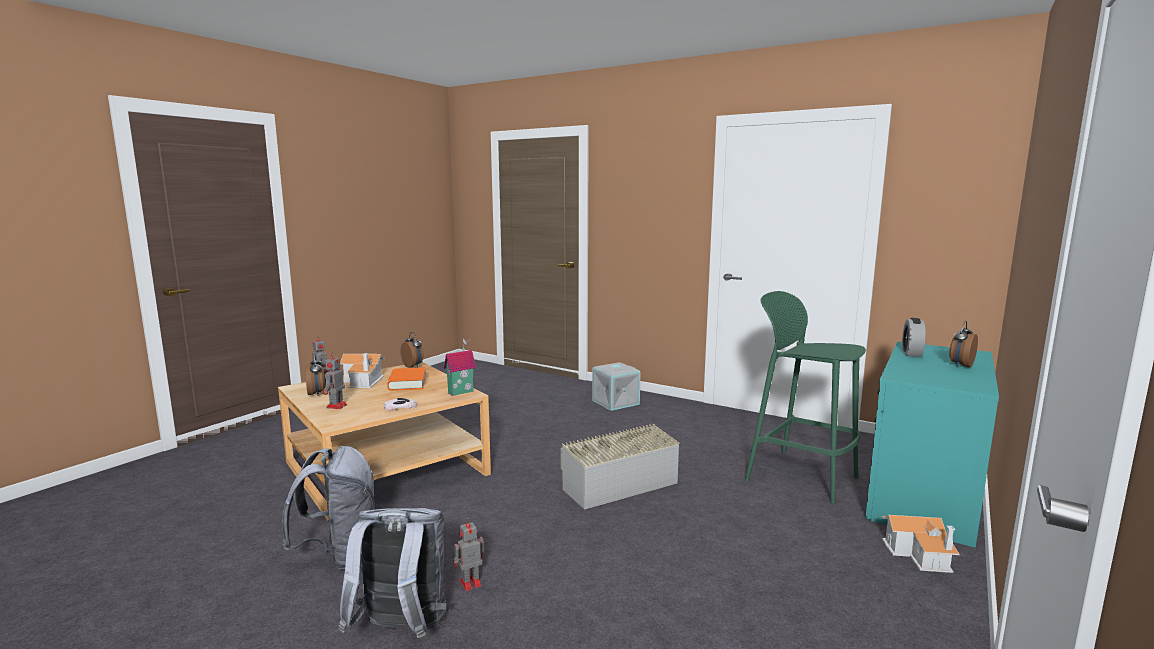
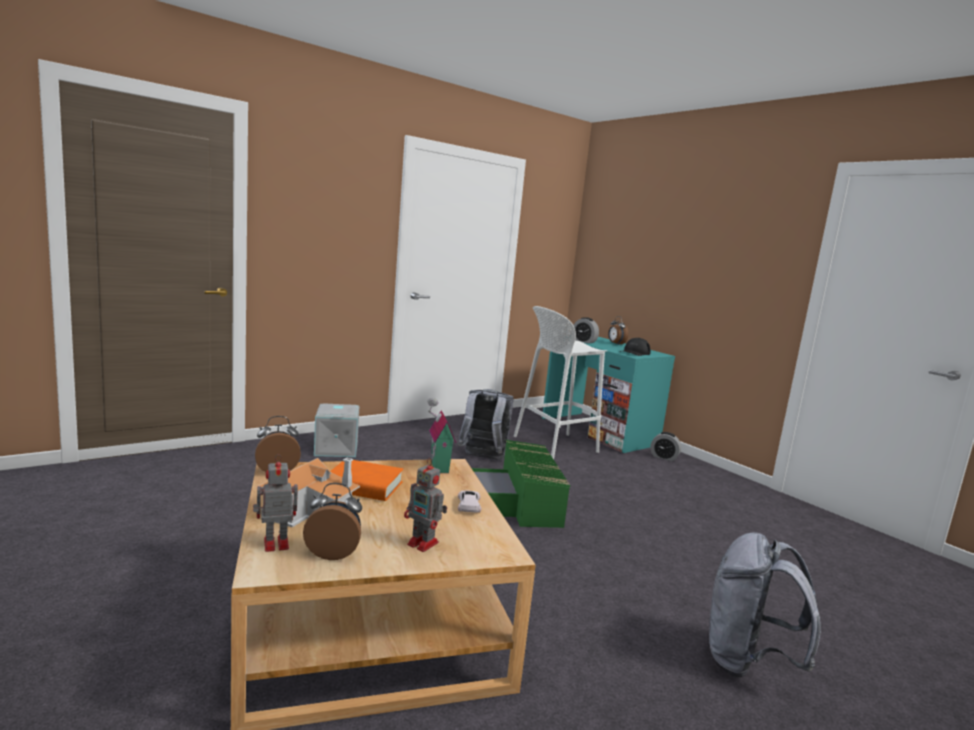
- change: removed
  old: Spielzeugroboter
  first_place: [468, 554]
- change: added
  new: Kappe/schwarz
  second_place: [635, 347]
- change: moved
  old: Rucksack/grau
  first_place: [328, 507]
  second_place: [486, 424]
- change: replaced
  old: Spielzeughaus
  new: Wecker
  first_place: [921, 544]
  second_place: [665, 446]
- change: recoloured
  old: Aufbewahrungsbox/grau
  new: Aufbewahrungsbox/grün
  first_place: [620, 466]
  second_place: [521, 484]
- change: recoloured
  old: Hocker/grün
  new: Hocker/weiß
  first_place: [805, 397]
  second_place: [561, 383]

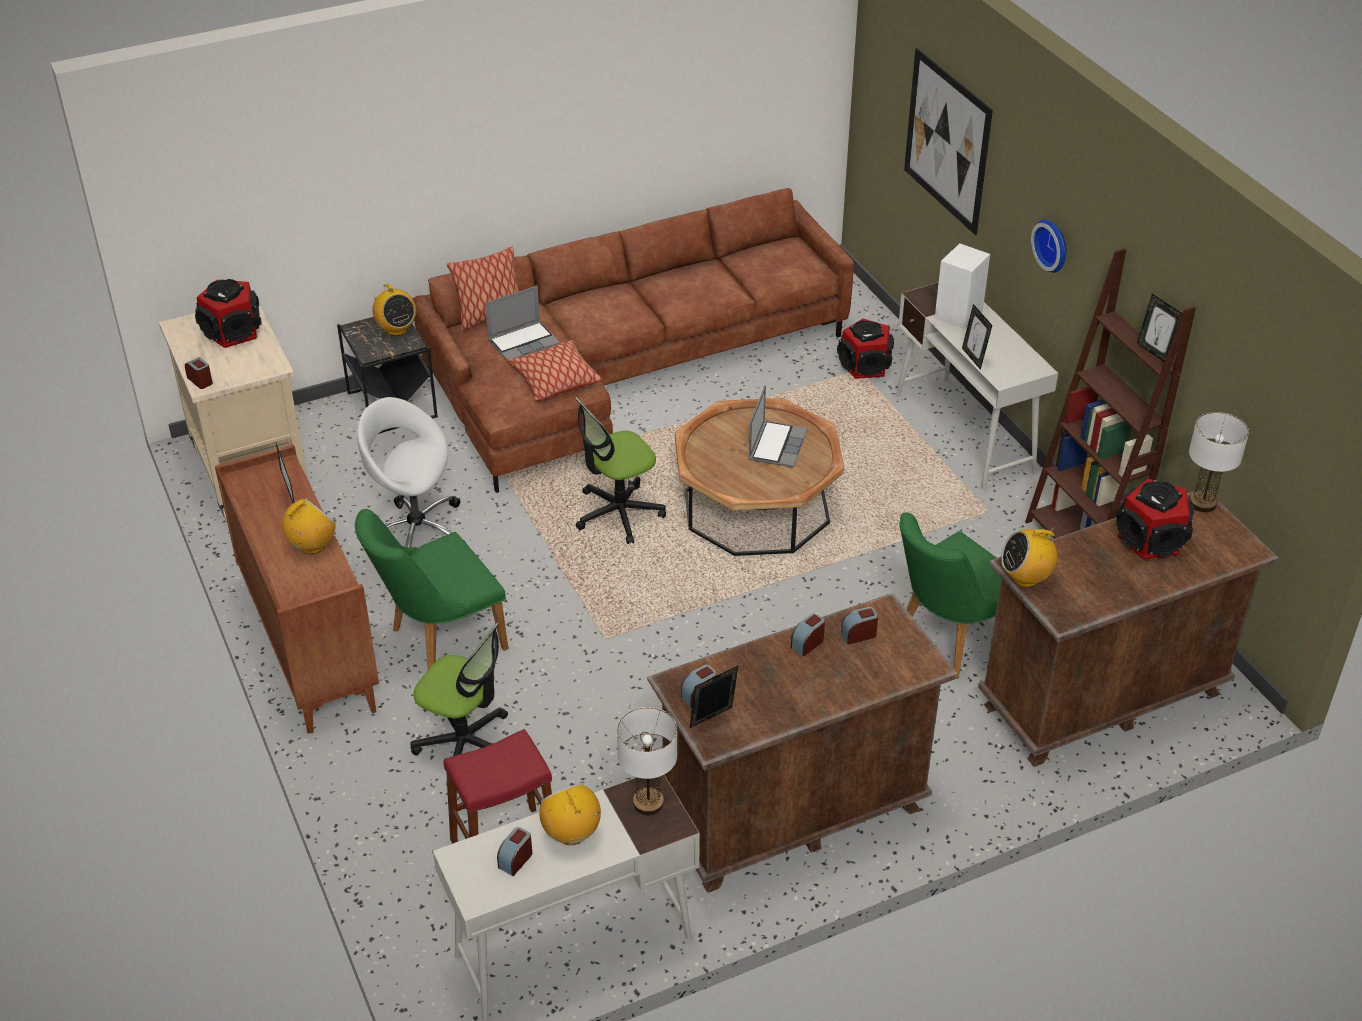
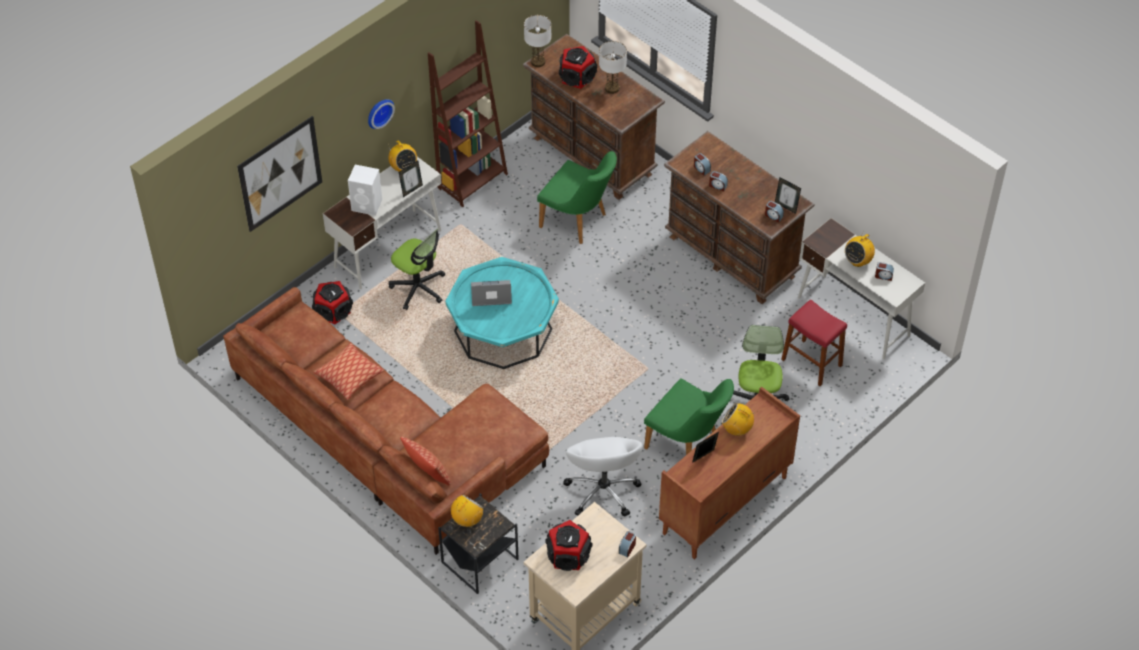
- change: removed
  old: Laptop
  first_place: [522, 323]
- change: removed
  old: Bilderrahmen
  first_place: [1160, 328]
- change: moved
  old: Kissen
  first_place: [555, 370]
  second_place: [349, 371]
- change: moved
  old: Bürostuhl
  first_place: [620, 470]
  second_place: [417, 269]
- change: moved
  old: Tischlampe
  first_place: [647, 761]
  second_place: [613, 67]
- change: moved
  old: Radio
  first_place: [1029, 556]
  second_place: [402, 156]
- change: recoloured
  old: Couchtisch/braun
  new: Couchtisch/türkis
  first_place: [759, 477]
  second_place: [502, 313]

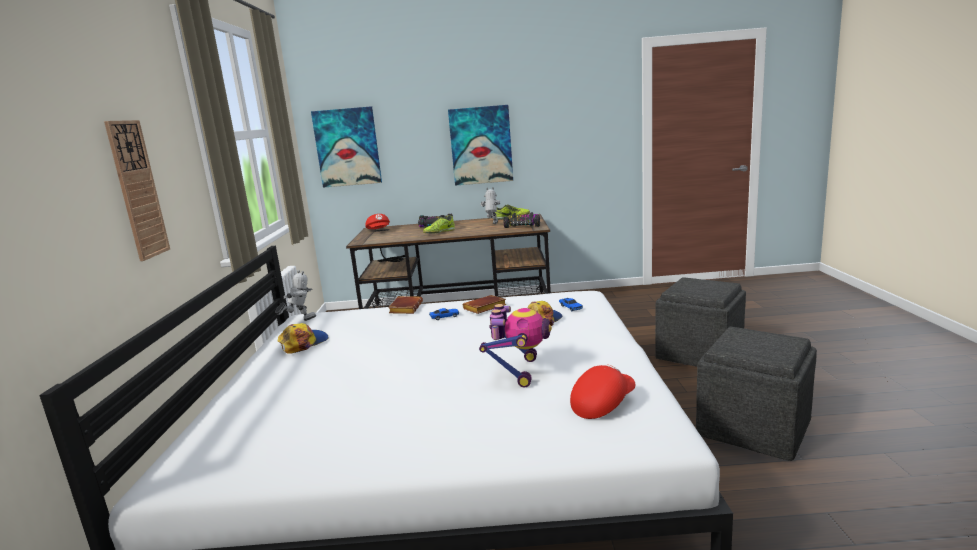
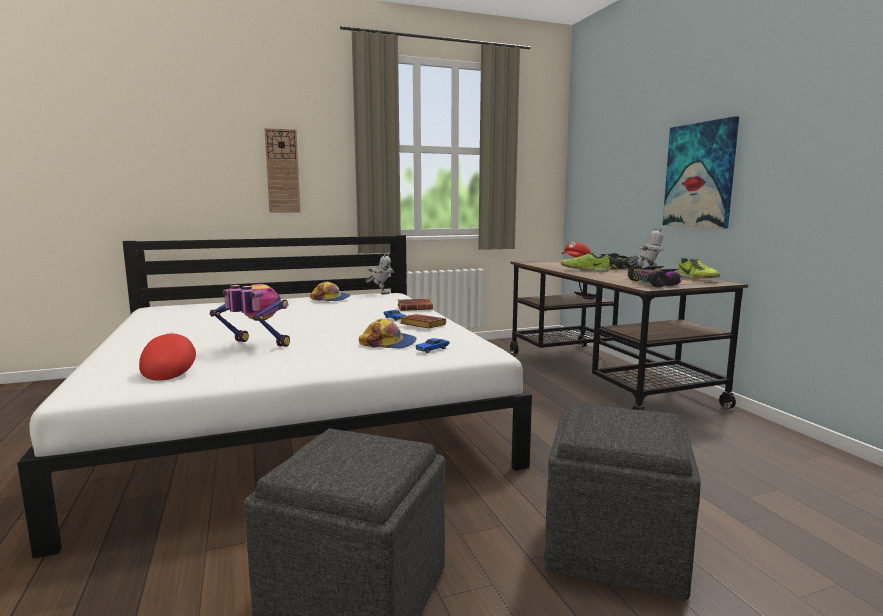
- change: removed
  old: Bild
  first_place: [346, 147]
- change: turned
  old: Spielzeugroboter
  first_place: [515, 346]
  second_place: [250, 315]
  degrees: -150
- change: turned
  old: Kappe/rot
  first_place: [602, 391]
  second_place: [167, 357]
  degrees: -135

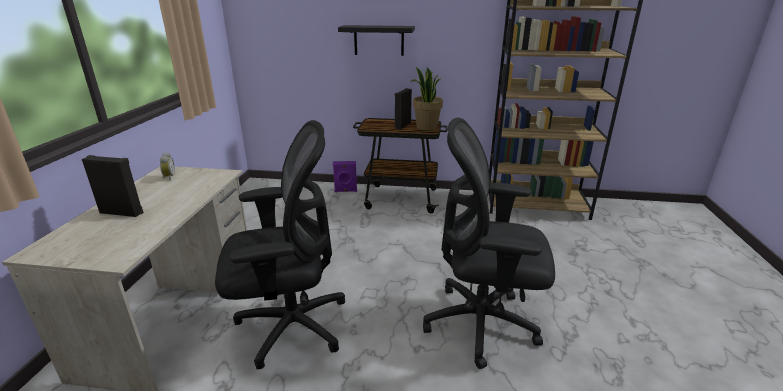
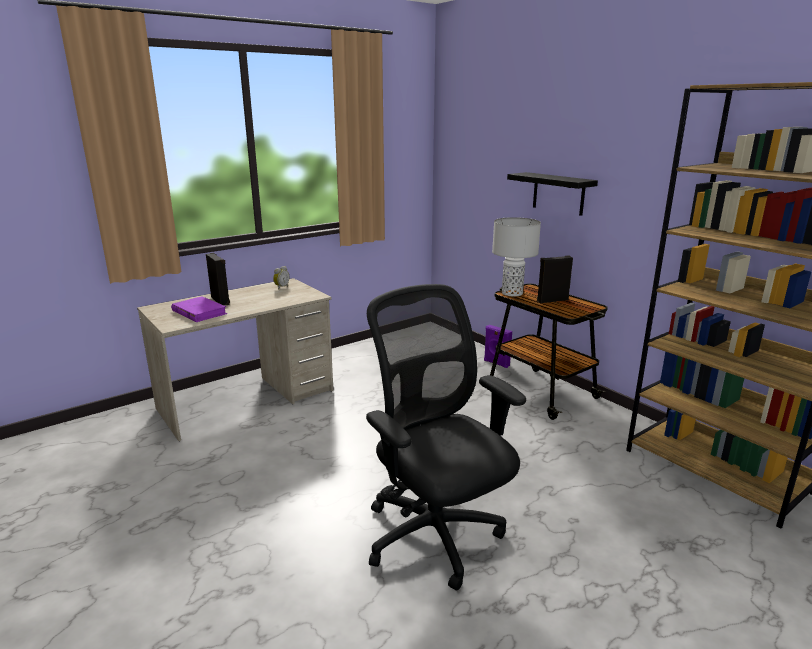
- change: removed
  old: Bürostuhl/schwarz
  first_place: [280, 245]
- change: removed
  old: Topfpflanze
  first_place: [427, 98]
- change: added
  new: Buch/lila
  second_place: [199, 309]
- change: added
  new: Tischlampe/weiß
  second_place: [516, 256]

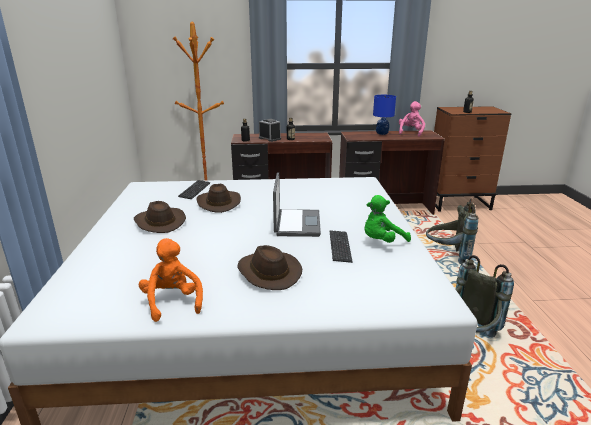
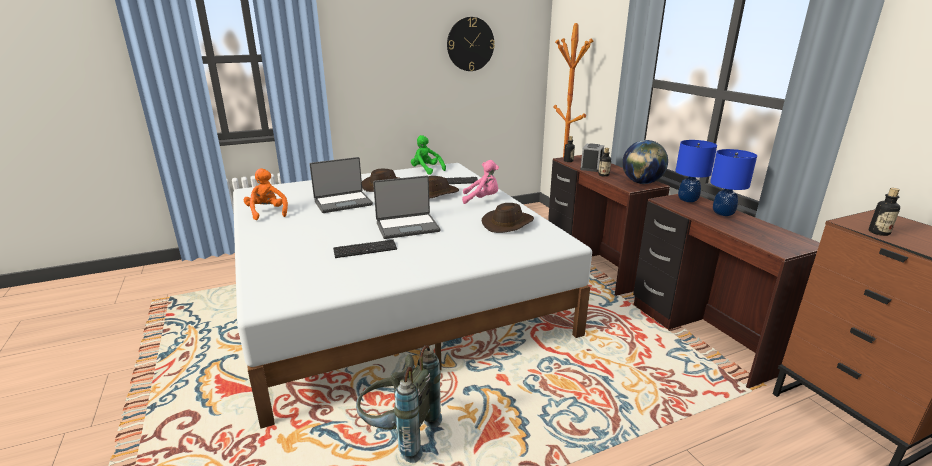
- change: removed
  old: Rucksack/grau
  first_place: [452, 231]
- change: added
  new: Laptop
  second_place: [341, 185]
- change: added
  new: Wanduhr
  second_place: [471, 44]
- change: added
  new: Globus
  second_place: [645, 162]
- change: added
  new: Tischlampe/blau
  second_place: [696, 171]
- change: moved
  old: Hut/braun
  first_place: [269, 267]
  second_place: [508, 218]
- change: moved
  old: Plüschtier/grün
  first_place: [387, 219]
  second_place: [428, 155]
- change: moved
  old: Plüschtier/rosa
  first_place: [412, 119]
  second_place: [480, 182]
- change: turned
  old: Plüschtier/orange
  first_place: [171, 280]
  second_place: [266, 194]
  degrees: -75

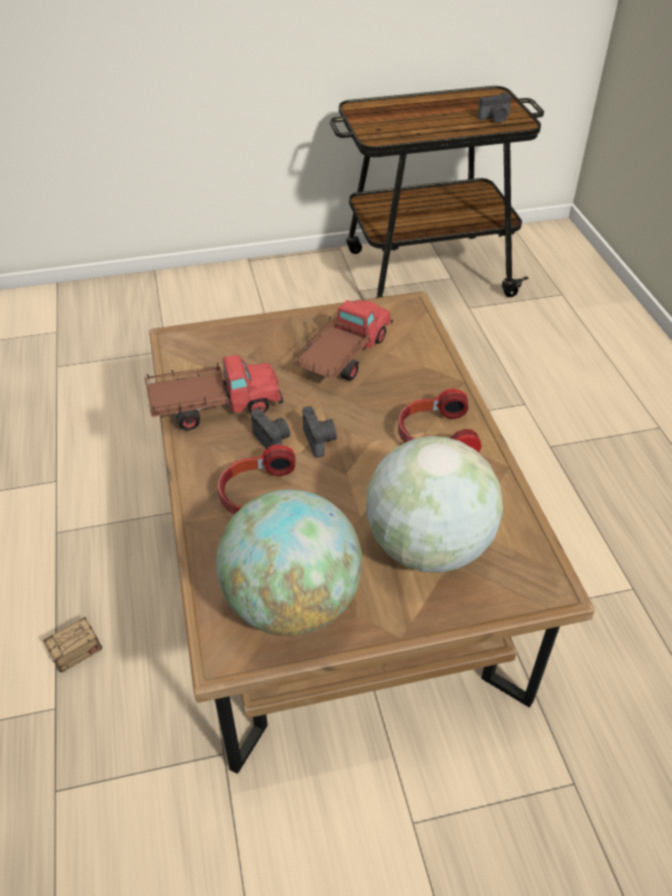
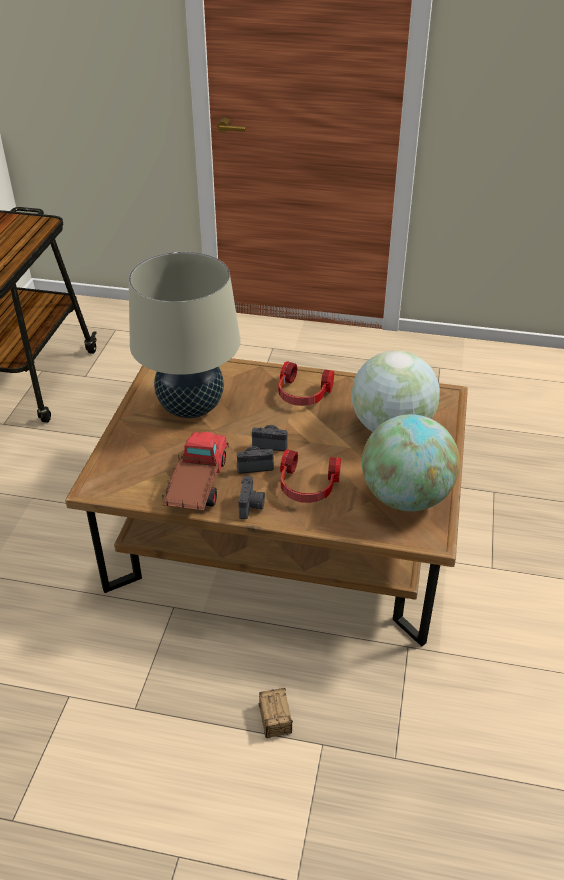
- change: moved
  old: Kamera
  first_place: [494, 107]
  second_place: [251, 497]
- change: replaced
  old: Spielzeuglaster
  new: Tischlampe/beige
  first_place: [343, 340]
  second_place: [184, 335]

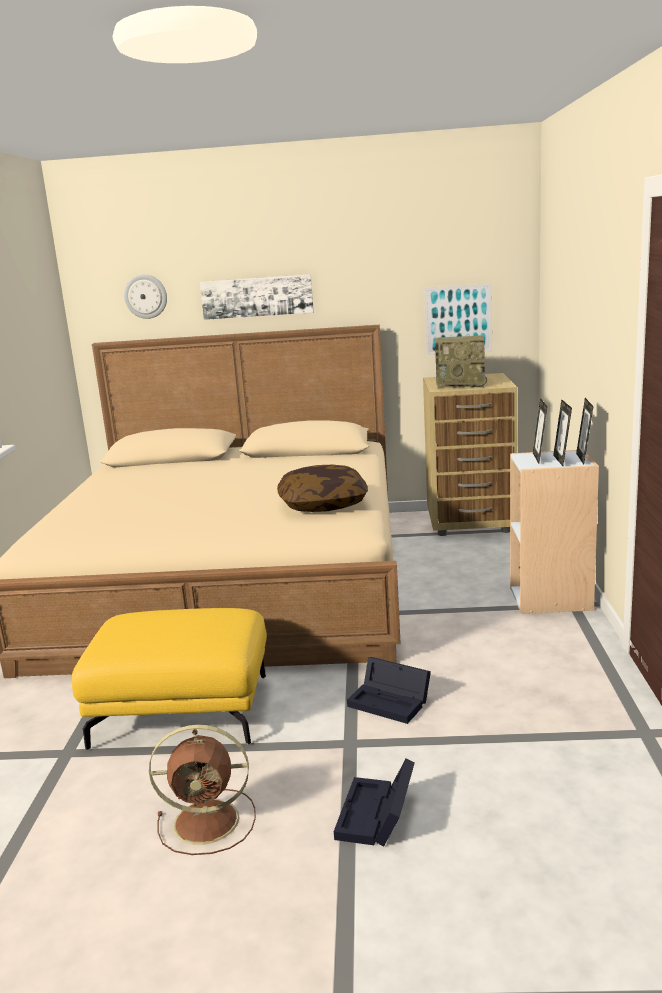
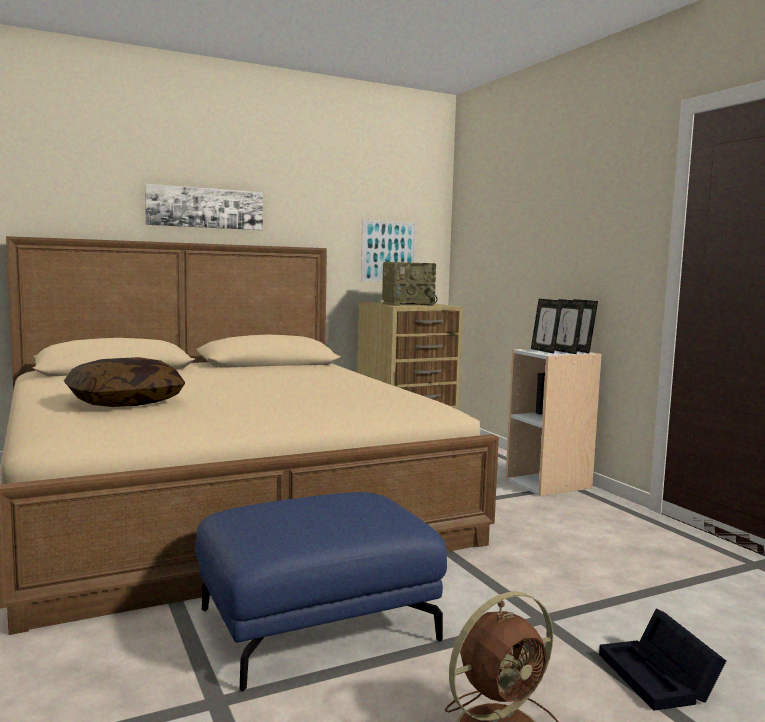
- change: removed
  old: Wanduhr
  first_place: [145, 296]
- change: removed
  old: Aufbewahrungsbox/schwarz
  first_place: [389, 690]
- change: moved
  old: Kissen
  first_place: [322, 488]
  second_place: [124, 382]
- change: recoloured
  old: Polsterhocker/gelb
  new: Polsterhocker/blau
  first_place: [169, 679]
  second_place: [321, 592]

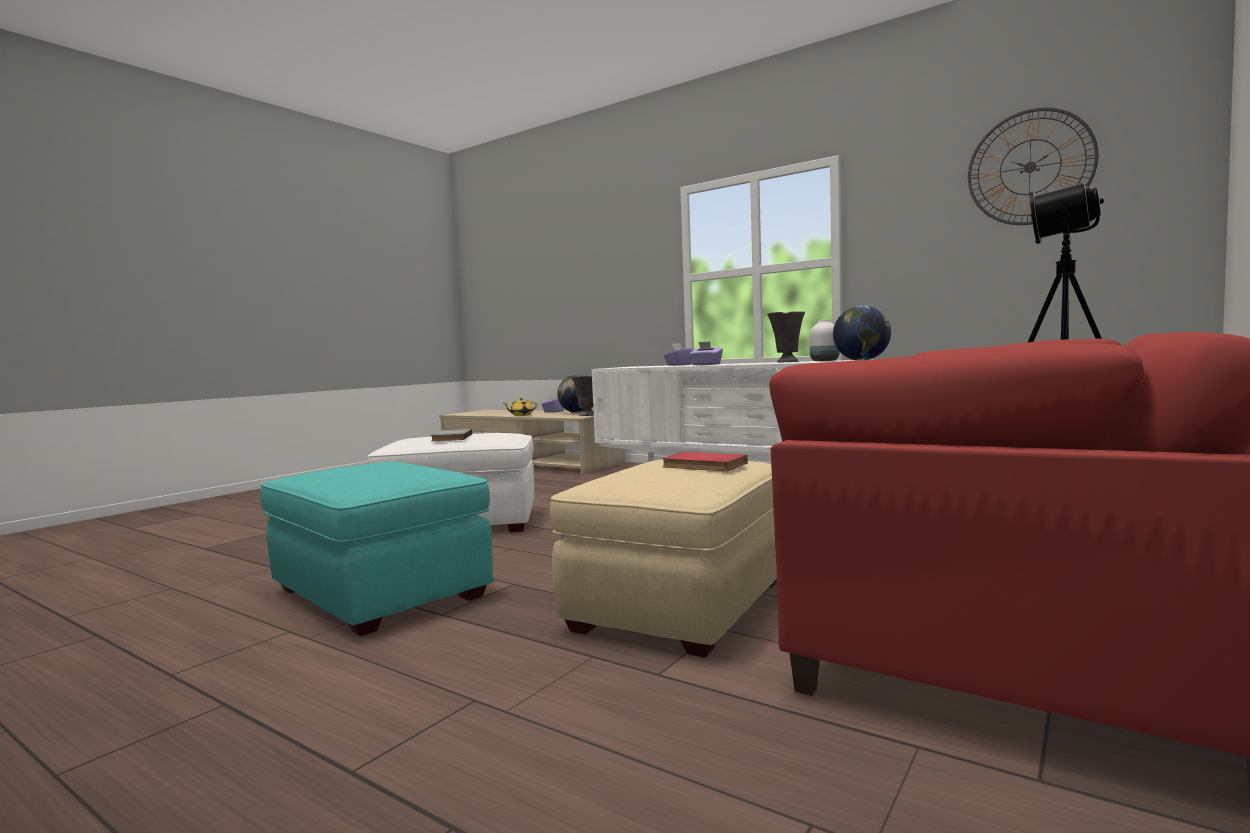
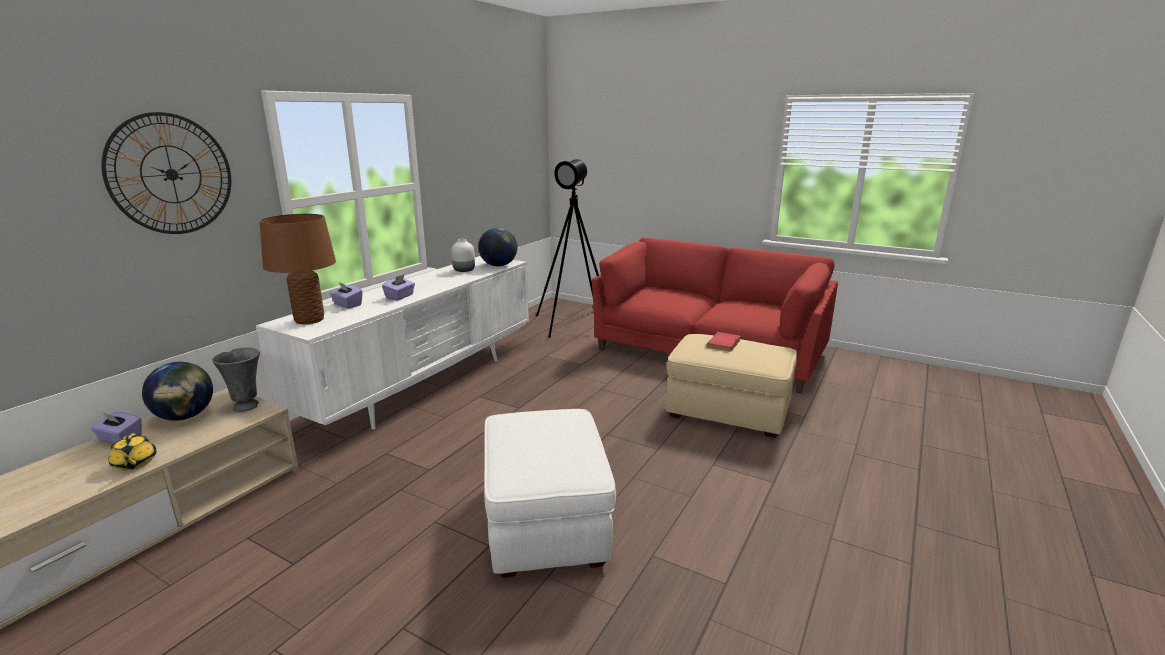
- change: removed
  old: Polsterhocker/türkis
  first_place: [376, 549]
- change: removed
  old: Buch/grau
  first_place: [451, 435]
- change: removed
  old: Vase/grau
  first_place: [786, 337]
- change: added
  new: Tischlampe/braun
  second_place: [297, 269]
- change: moved
  old: Wanduhr
  first_place: [1033, 166]
  second_place: [166, 173]

